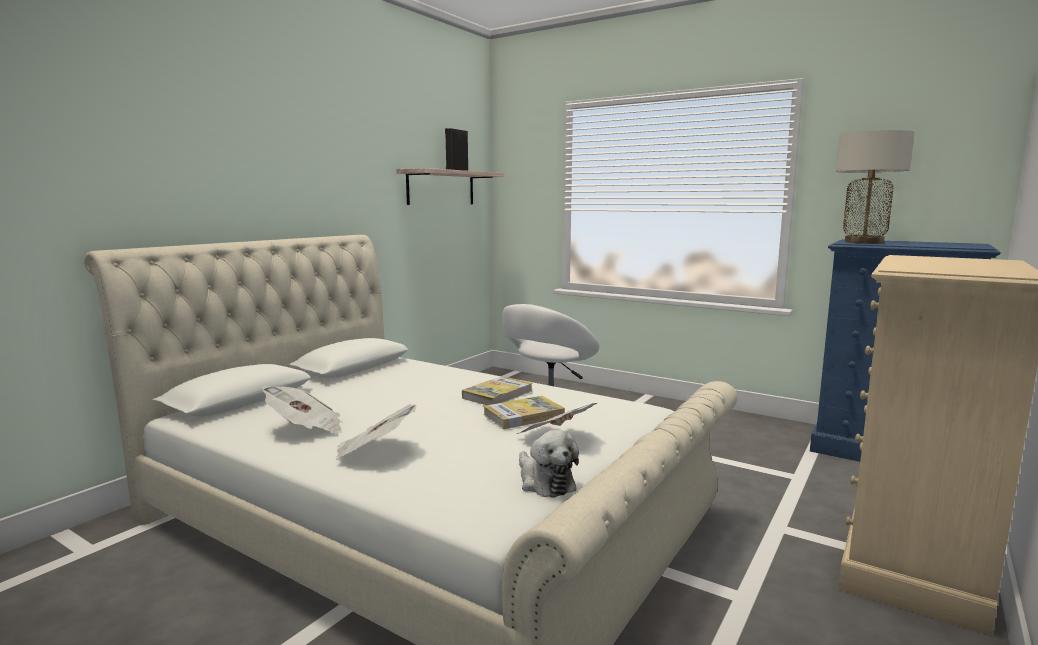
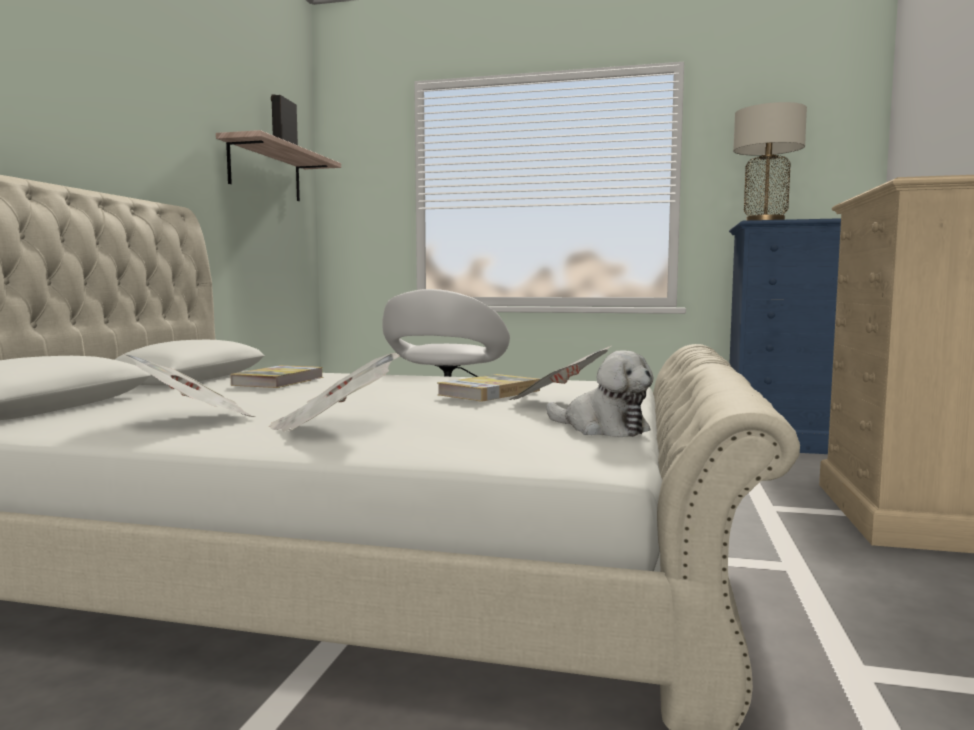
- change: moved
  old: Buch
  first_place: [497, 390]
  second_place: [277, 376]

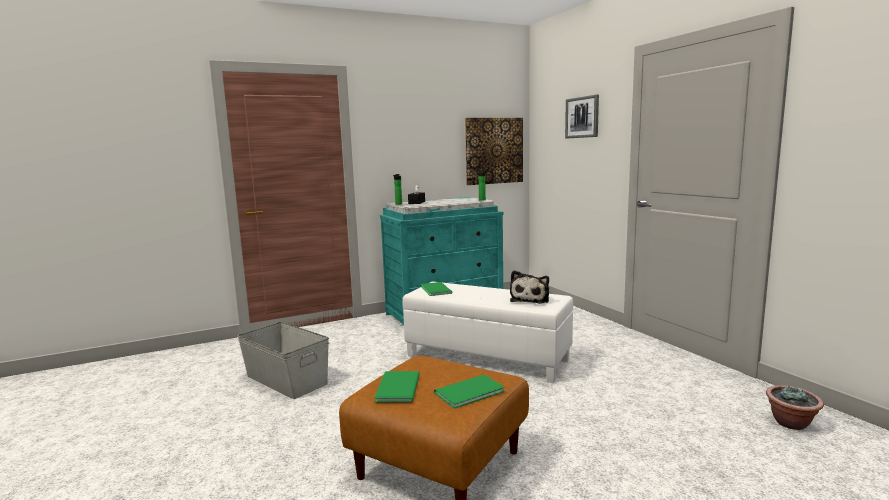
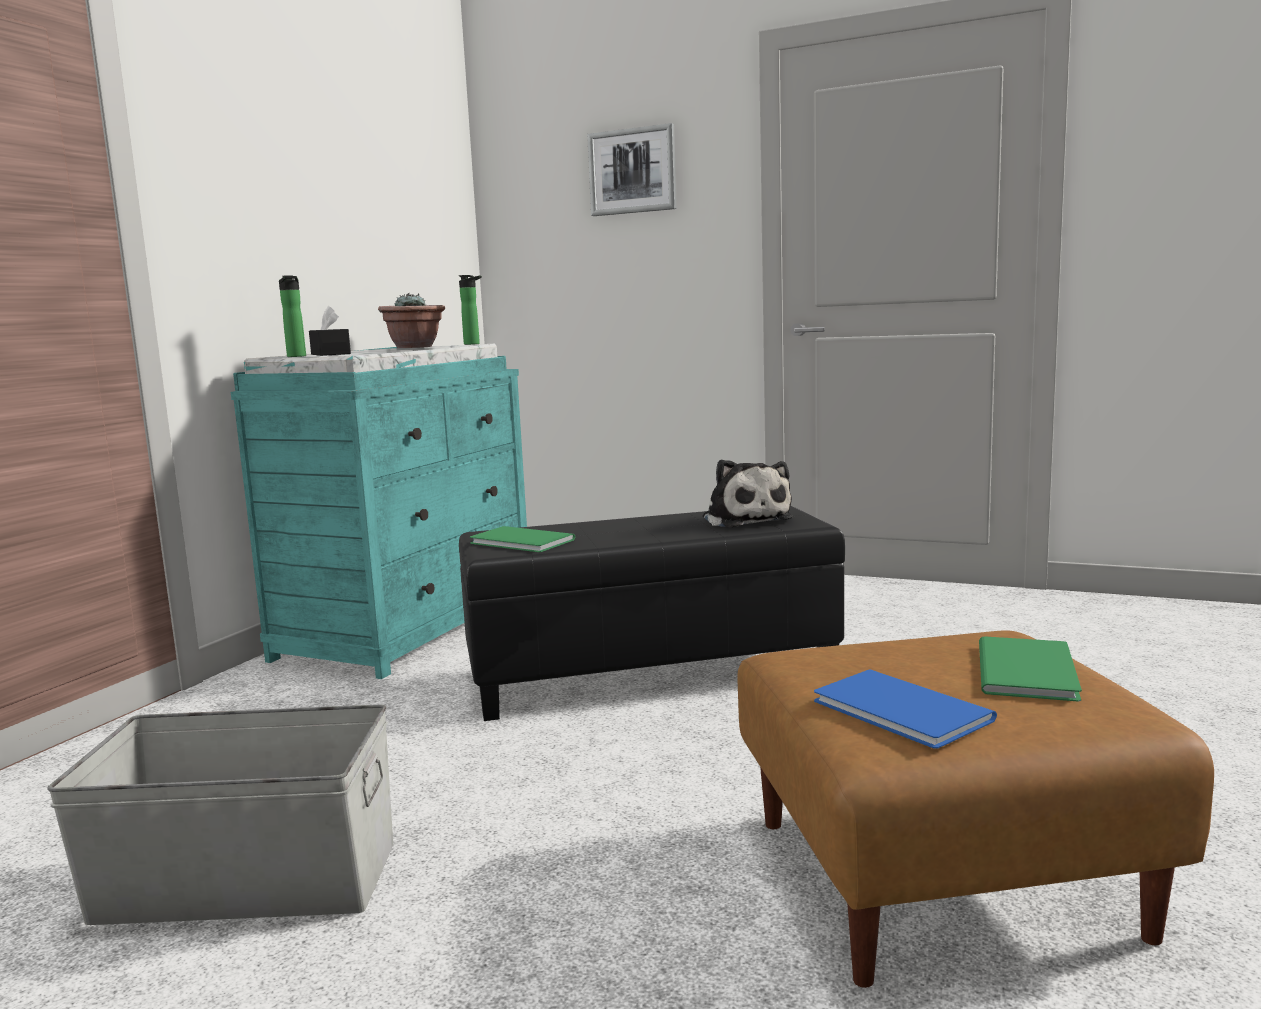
- change: removed
  old: Bild
  first_place: [494, 151]
- change: moved
  old: Topfpflanze
  first_place: [795, 407]
  second_place: [411, 320]
- change: recoloured
  old: Buch/grün
  new: Buch/blau
  first_place: [397, 387]
  second_place: [905, 709]
- change: recoloured
  old: Polsterhocker/weiß
  new: Polsterhocker/schwarz
  first_place: [487, 332]
  second_place: [652, 613]

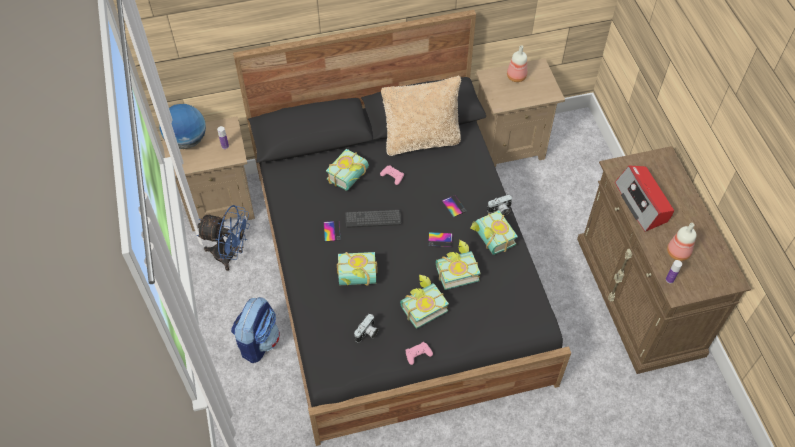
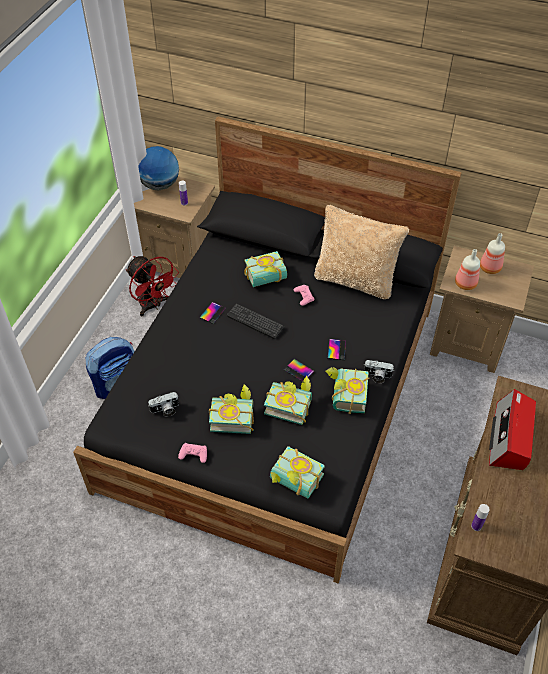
- change: moved
  old: Buch
  first_place: [357, 269]
  second_place: [297, 472]
- change: moved
  old: Flasche
  first_place: [681, 242]
  second_place: [467, 269]
- change: recoloured
  old: Ventilator/blau
  new: Ventilator/rot
  first_place: [223, 238]
  second_place: [152, 286]

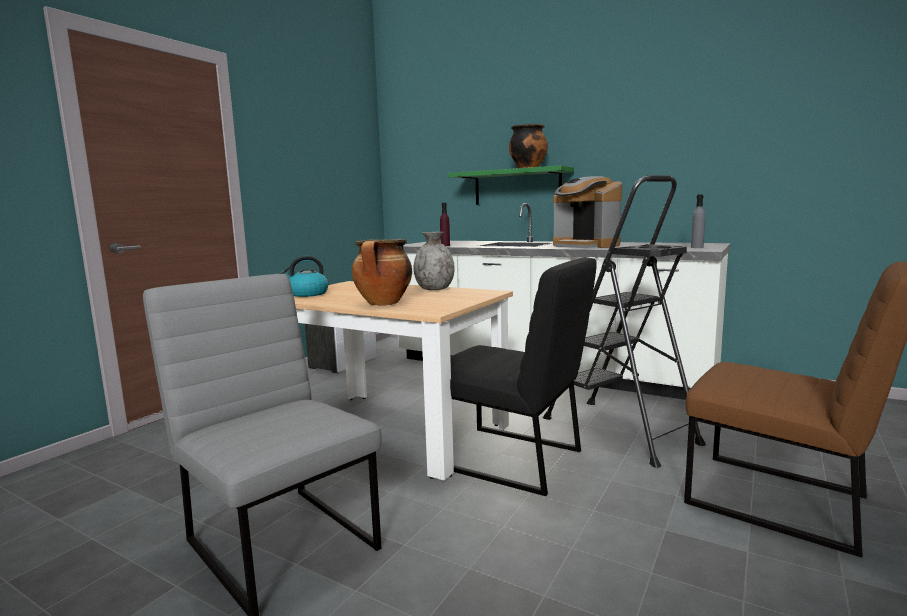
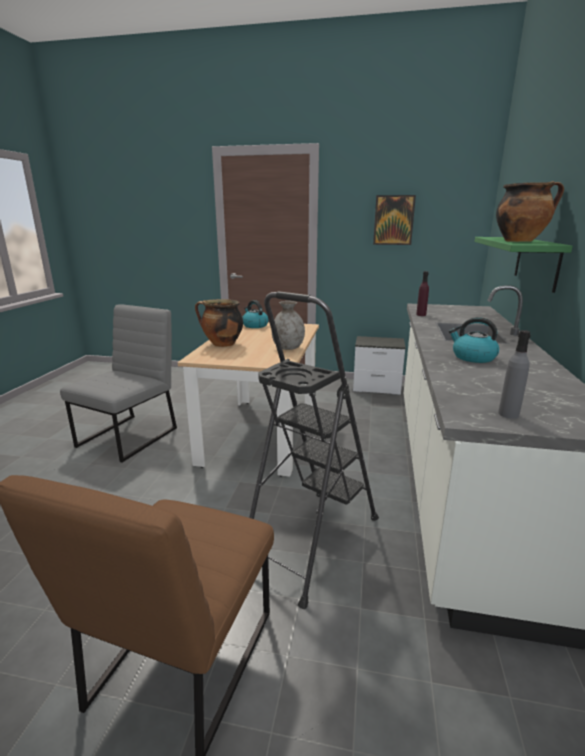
- change: removed
  old: Stuhl/schwarz
  first_place: [523, 376]
- change: added
  new: Bild
  second_place: [394, 220]
- change: replaced
  old: Kaffeemaschine
  new: Wasserkessel
  first_place: [587, 212]
  second_place: [474, 340]

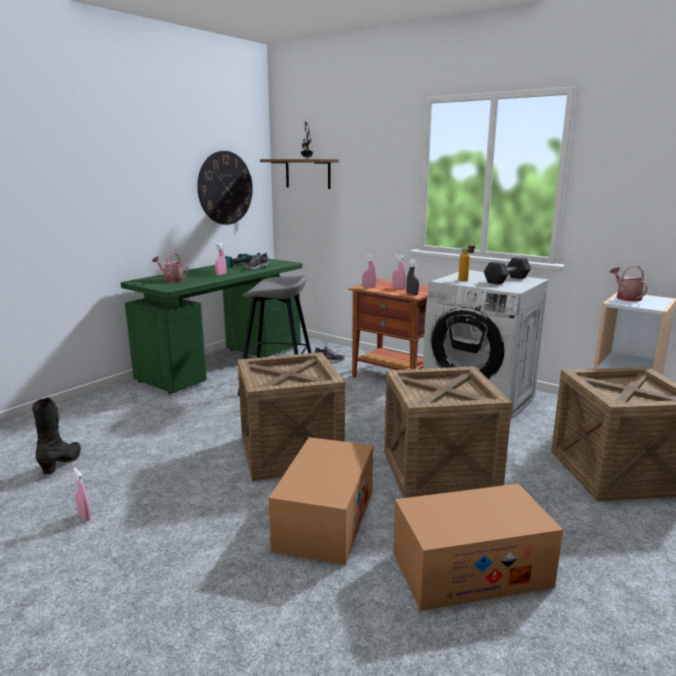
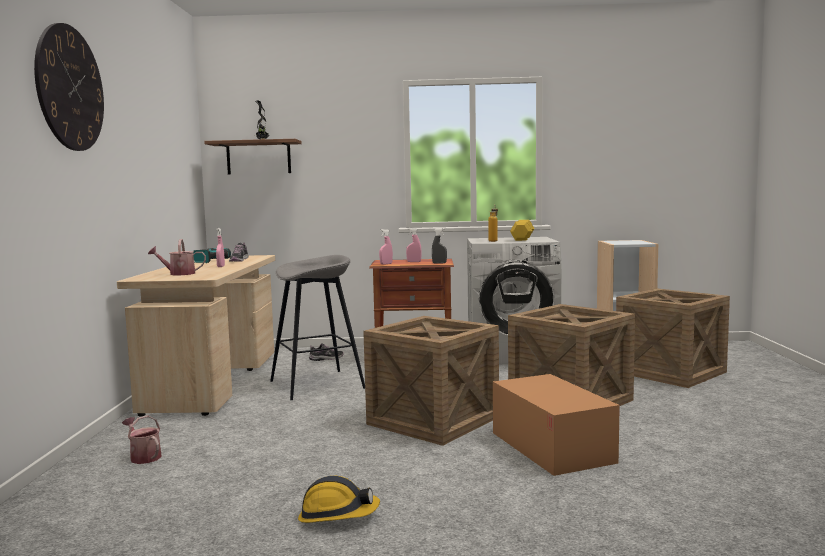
- change: removed
  old: Stiefel/schwarz
  first_place: [56, 436]
- change: removed
  old: Karton
  first_place: [478, 547]
- change: moved
  old: Wanduhr
  first_place: [225, 188]
  second_place: [69, 87]
- change: moved
  old: Gießkanne
  first_place: [629, 283]
  second_place: [142, 439]
- change: replaced
  old: Sprühflasche/rosa
  new: Schutzhelm
  first_place: [82, 494]
  second_place: [339, 499]
- change: recoloured
  old: Schreibtisch/grün
  new: Schreibtisch/beige
  first_place: [212, 326]
  second_place: [196, 336]
- change: recoloured
  old: Hantel/grau
  new: Hantel/gelb
  first_place: [507, 270]
  second_place: [522, 230]

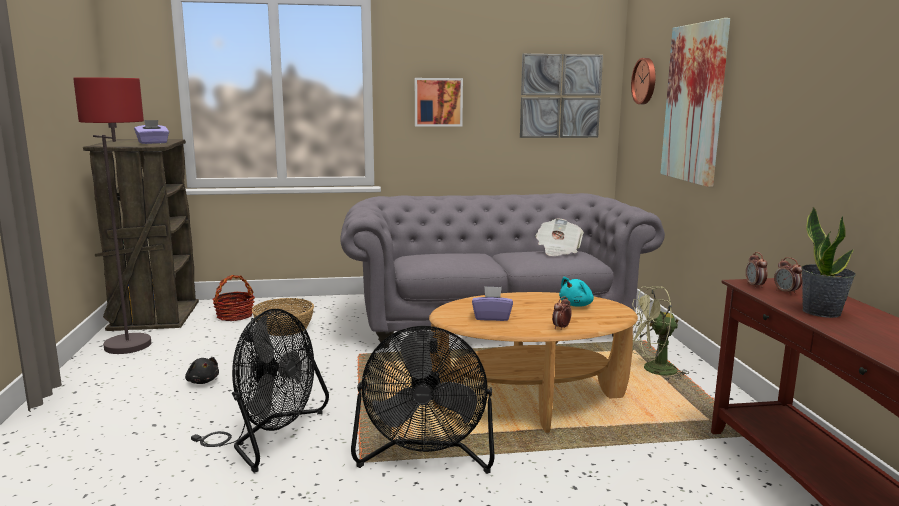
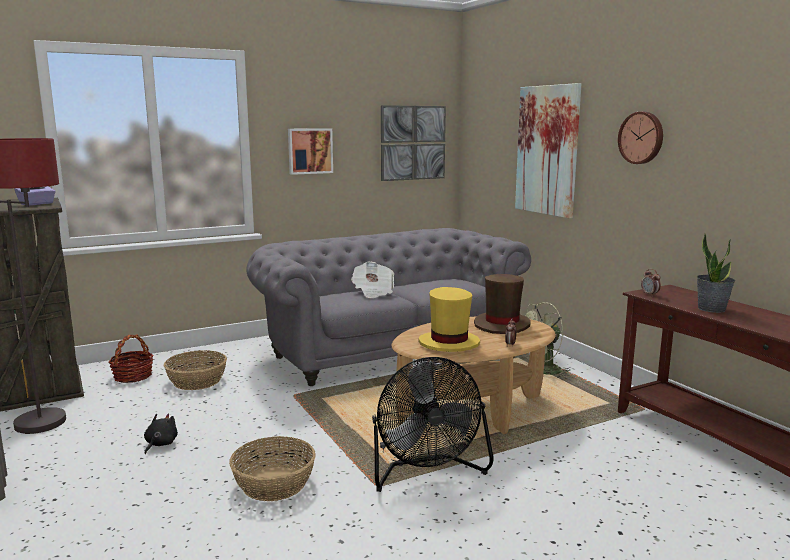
- change: removed
  old: Wecker
  first_place: [788, 276]
- change: moved
  old: Zeitung
  first_place: [559, 237]
  second_place: [372, 280]
- change: moved
  old: Wanduhr
  first_place: [643, 81]
  second_place: [640, 138]
- change: replaced
  old: Ventilator/schwarz
  new: Korb
  first_place: [260, 391]
  second_place: [272, 468]
- change: replaced
  old: Taschentuchbox/lila
  new: Hut/gelb
  first_place: [492, 303]
  second_place: [449, 319]
- change: replaced
  old: Plüschtier/türkis
  new: Hut/braun
  first_place: [576, 292]
  second_place: [502, 304]
- change: turned
  old: Plüschtier/schwarz
  first_place: [202, 370]
  second_place: [161, 434]
  degrees: -105

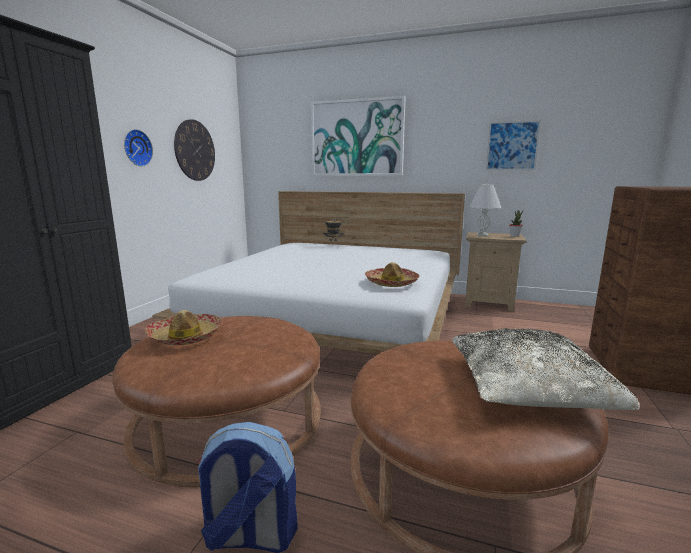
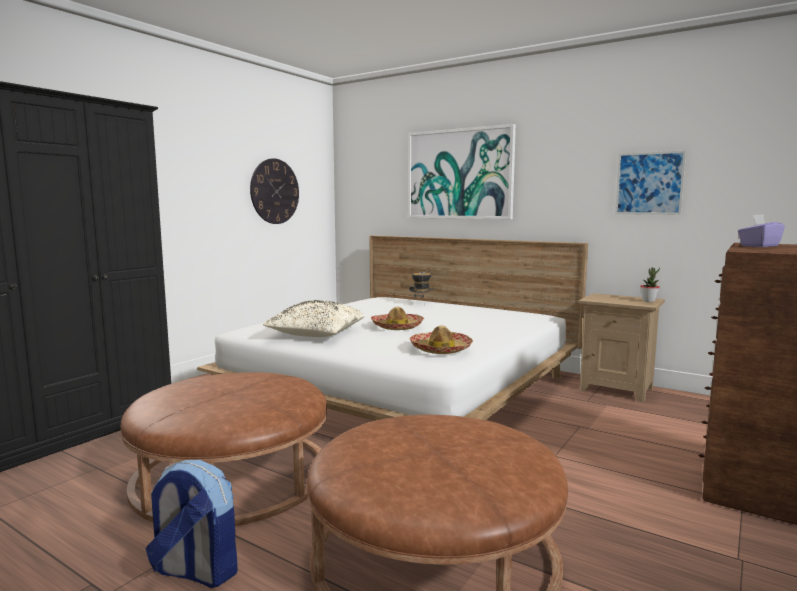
- change: removed
  old: Wanduhr
  first_place: [138, 148]
- change: removed
  old: Tischlampe/weiß
  first_place: [485, 210]
- change: added
  new: Taschentuchbox/lila
  second_place: [761, 230]
- change: moved
  old: Hut
  first_place: [184, 328]
  second_place: [398, 318]
- change: moved
  old: Kissen/beige
  first_place: [546, 369]
  second_place: [313, 318]

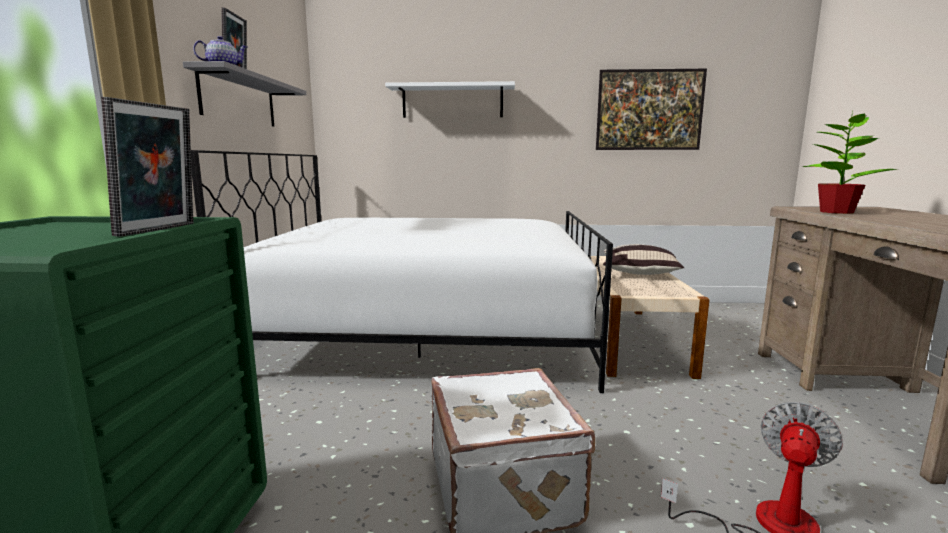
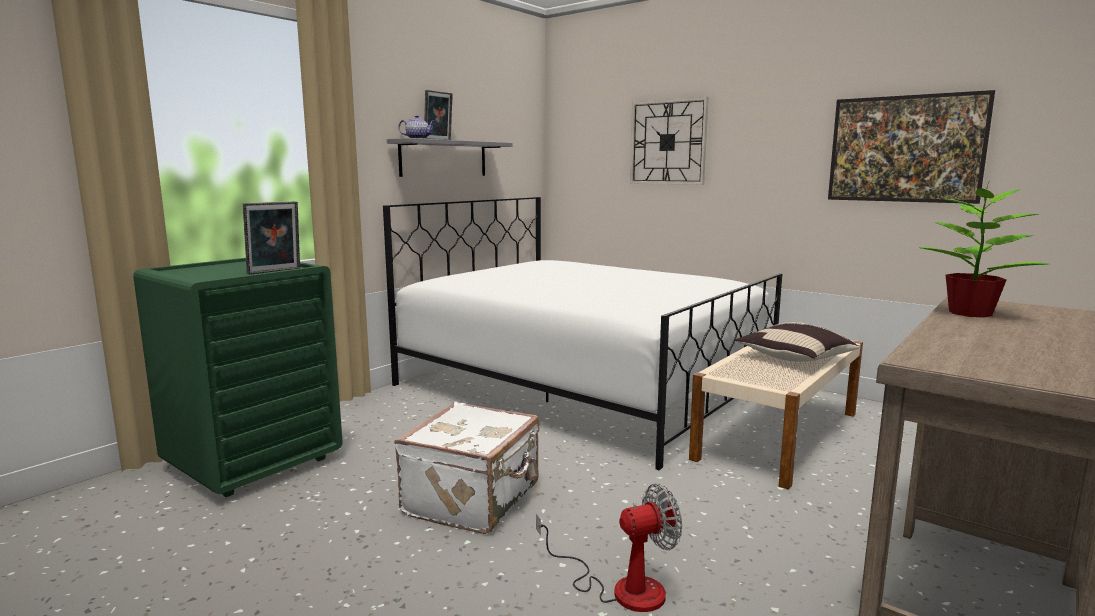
- change: replaced
  old: Wandregal/weiß
  new: Wanduhr
  first_place: [450, 99]
  second_place: [669, 141]

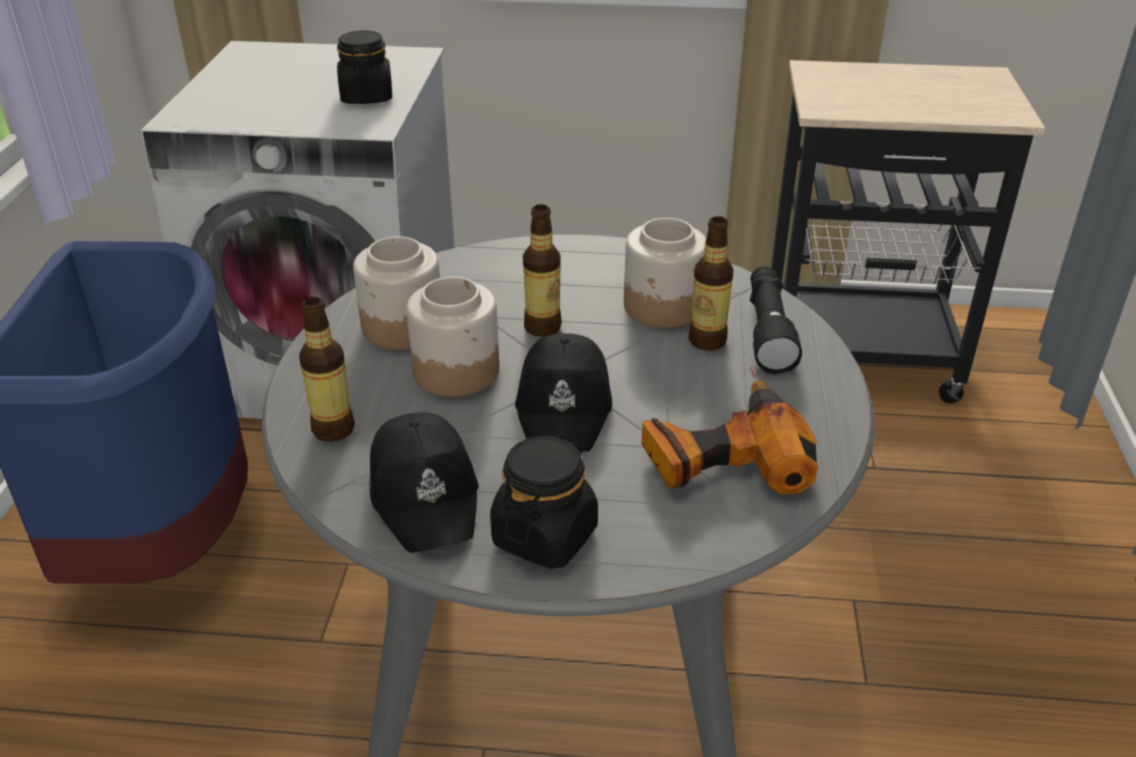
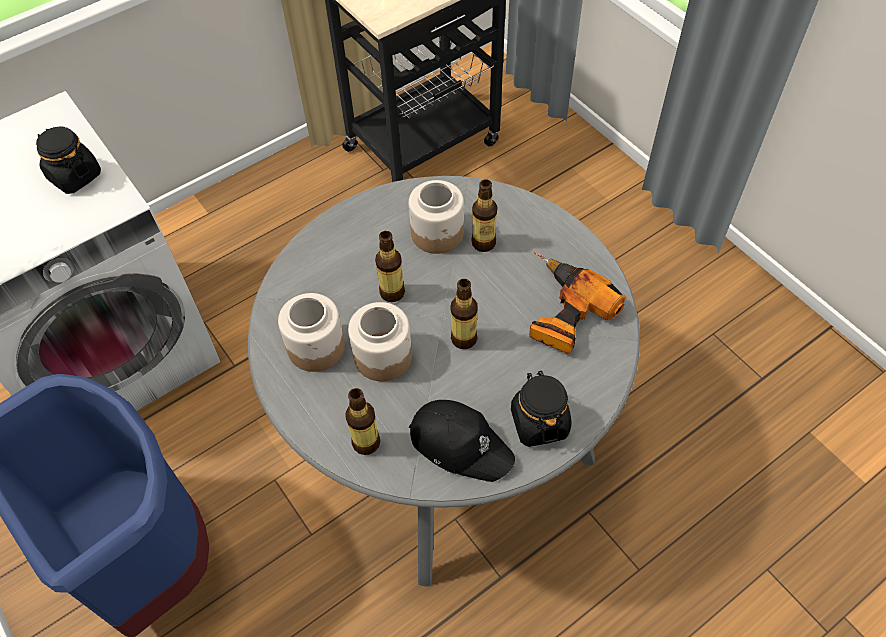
- change: removed
  old: Taschenlampe/schwarz
  first_place: [776, 320]
- change: replaced
  old: Kappe/schwarz
  new: Flasche
  first_place: [563, 392]
  second_place: [464, 314]

